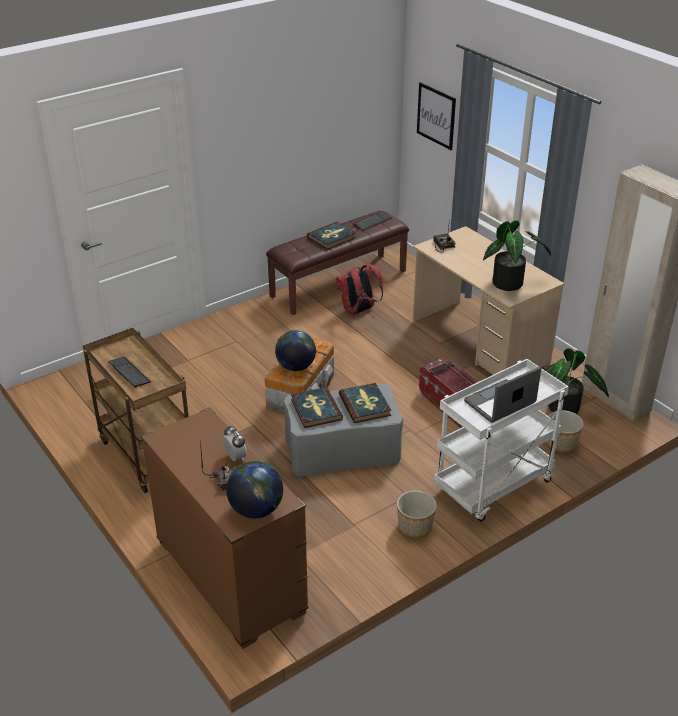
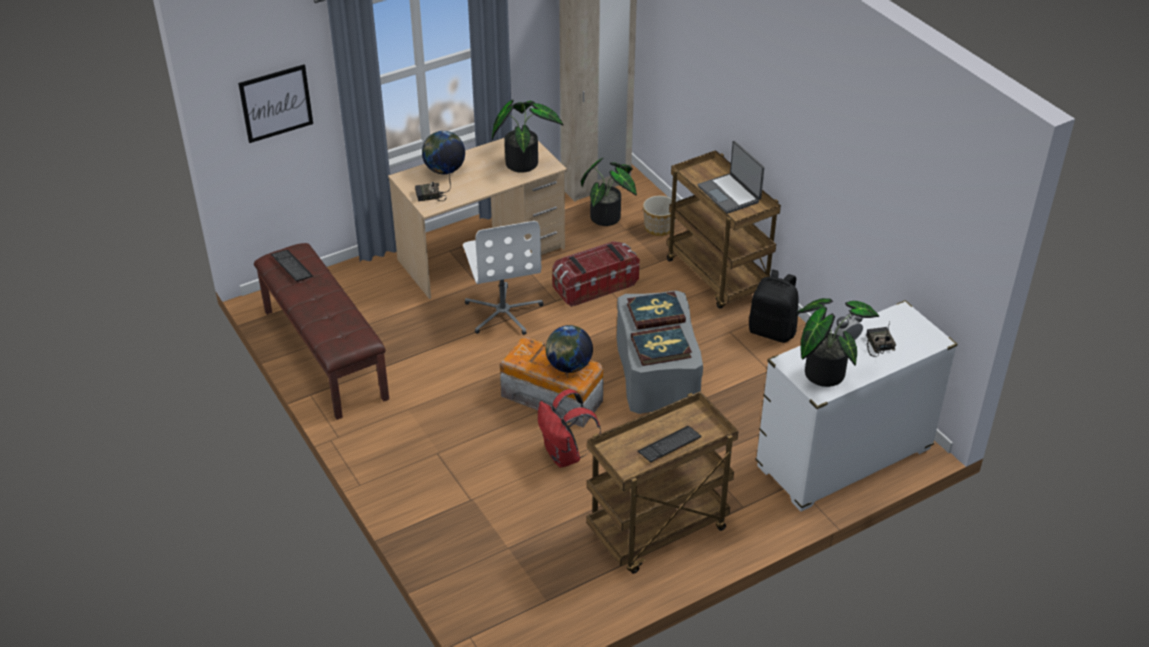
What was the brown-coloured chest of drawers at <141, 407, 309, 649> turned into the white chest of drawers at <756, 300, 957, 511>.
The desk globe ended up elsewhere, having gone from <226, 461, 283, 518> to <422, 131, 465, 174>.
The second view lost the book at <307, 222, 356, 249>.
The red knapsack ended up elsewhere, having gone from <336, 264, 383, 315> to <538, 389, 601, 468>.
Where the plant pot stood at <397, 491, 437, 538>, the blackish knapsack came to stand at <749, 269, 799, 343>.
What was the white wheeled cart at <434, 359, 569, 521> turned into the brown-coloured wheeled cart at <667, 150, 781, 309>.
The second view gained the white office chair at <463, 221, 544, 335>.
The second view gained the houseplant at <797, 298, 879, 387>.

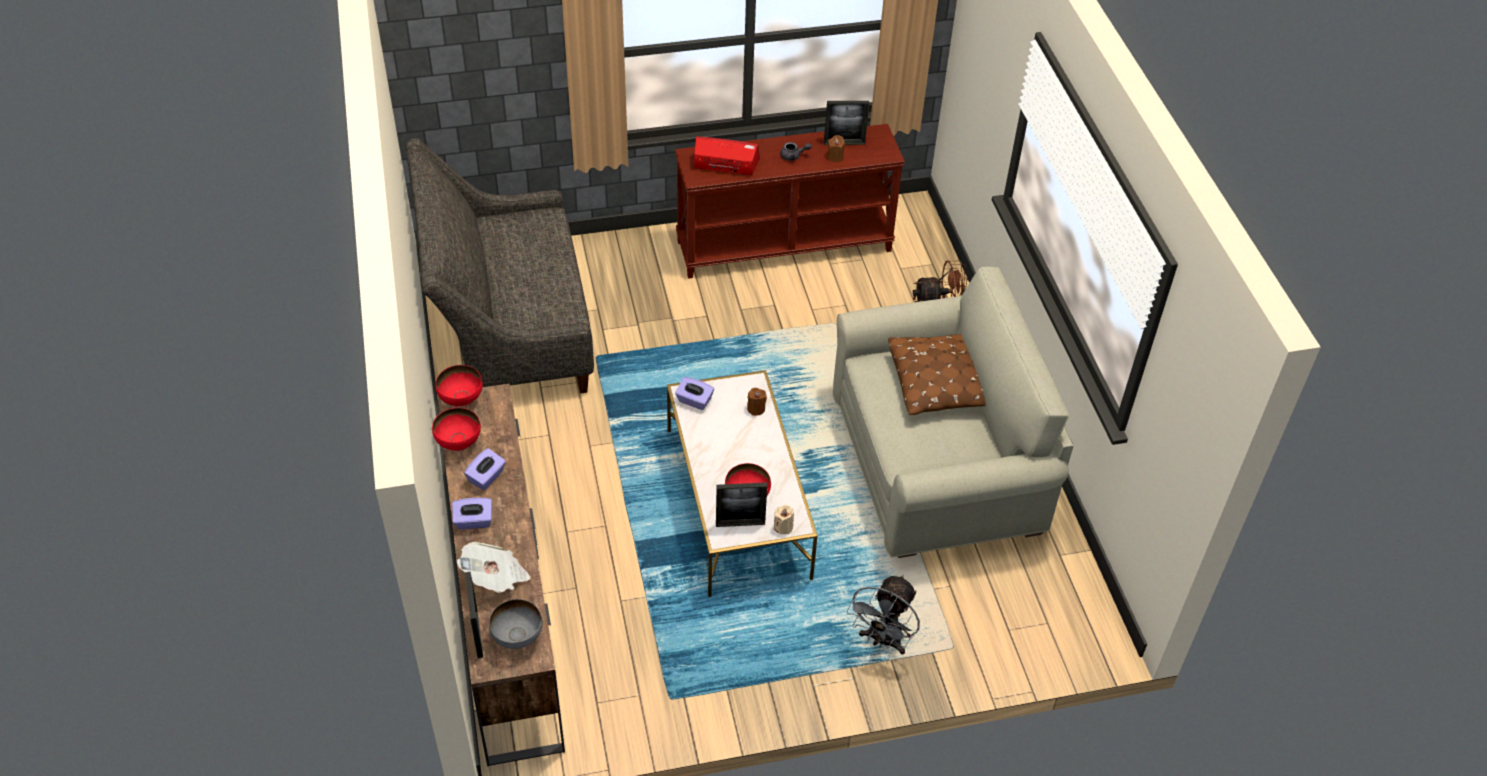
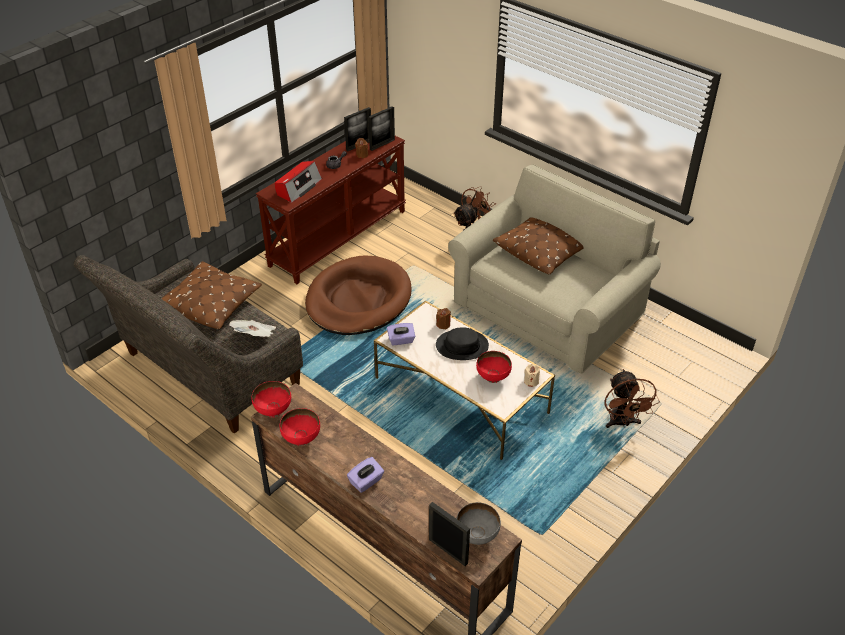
The daily paper ended up elsewhere, having gone from <457, 542, 531, 593> to <229, 320, 276, 337>.
The second view lost the purple-coloured tissue holder at <464, 448, 506, 490>.
The radio at <694, 136, 760, 175> ended up facing another way, 150 degrees clockwise from before.
The picture frame ended up elsewhere, having gone from <716, 483, 767, 527> to <368, 106, 395, 151>.
What was the gray electric fan at <847, 575, 920, 654> turned into the brown-coloured electric fan at <604, 369, 660, 428>.
The second view gained the brown-coloured throw pillow at <161, 261, 262, 329>.
The second view gained the brown-coloured pet bed at <305, 255, 412, 335>.
The second view gained the blackish wearable hat at <436, 327, 489, 360>.

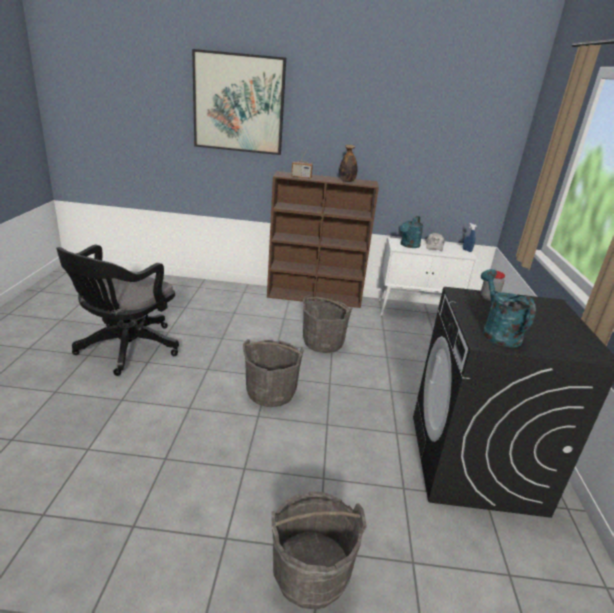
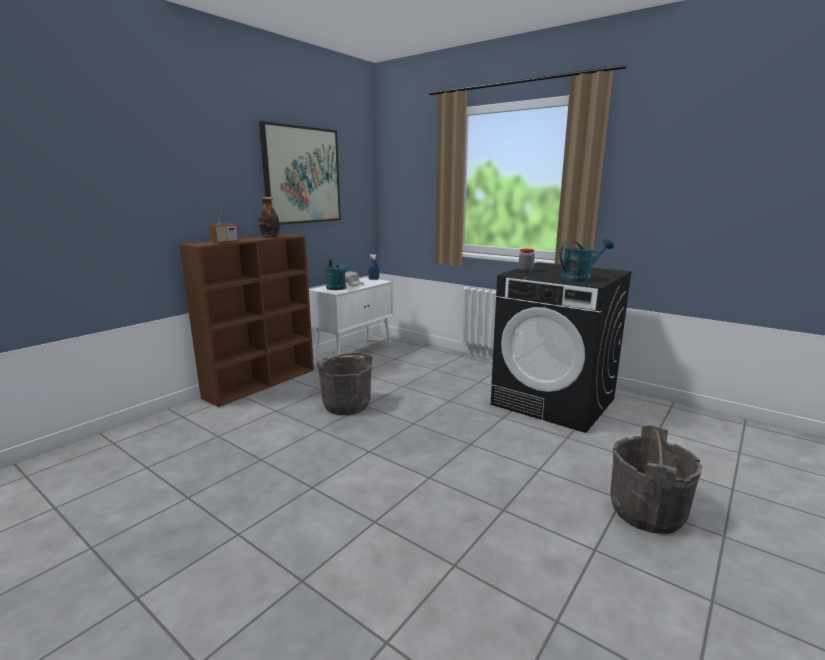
The second view lost the blackish office chair at <56, 245, 179, 376>.
The wall picture ended up elsewhere, having gone from <192, 49, 286, 155> to <259, 121, 341, 225>.
The second view lost the gray bucket at <243, 339, 304, 407>.
The blue-green sprinkling can at <481, 269, 536, 348> ended up facing another way, 135 degrees clockwise from before.

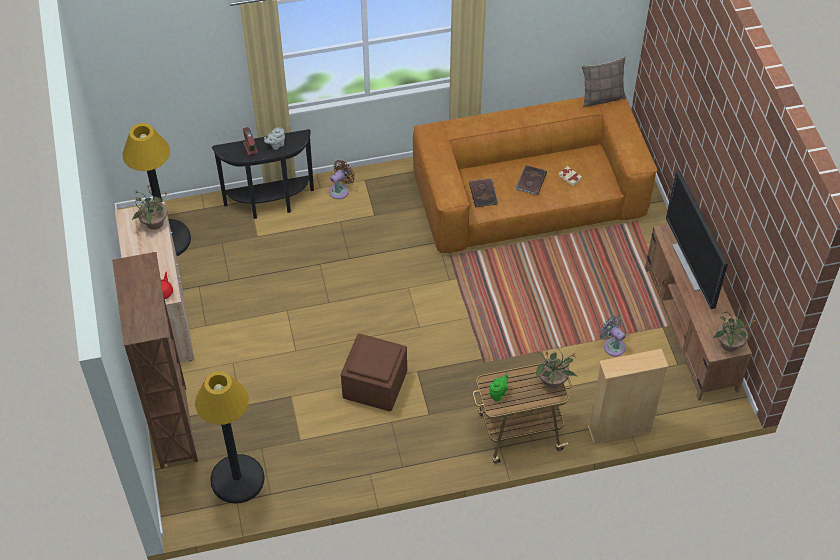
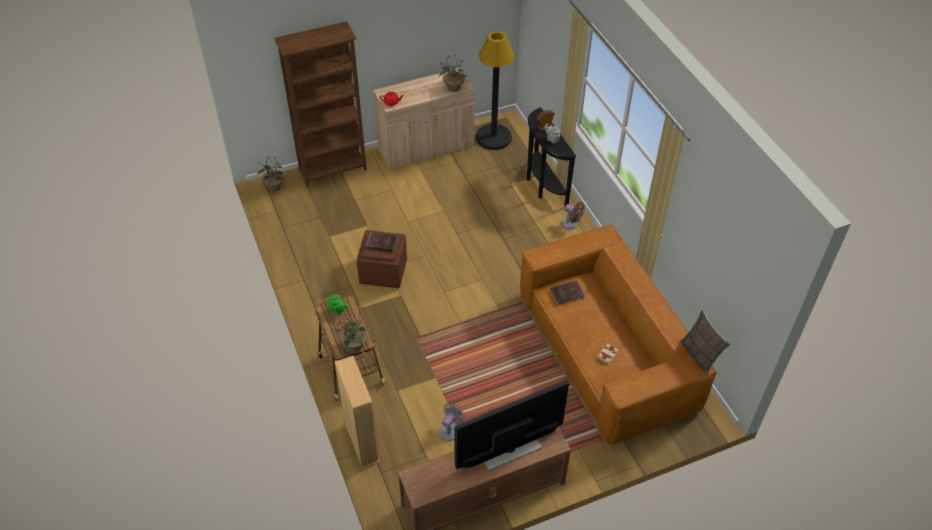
The second view lost the blackish floor lamp at <195, 371, 264, 504>.
The brown-coloured book ended up elsewhere, having gone from <515, 165, 547, 196> to <366, 232, 398, 252>.
The houseplant ended up elsewhere, having gone from <713, 308, 756, 352> to <257, 156, 285, 191>.

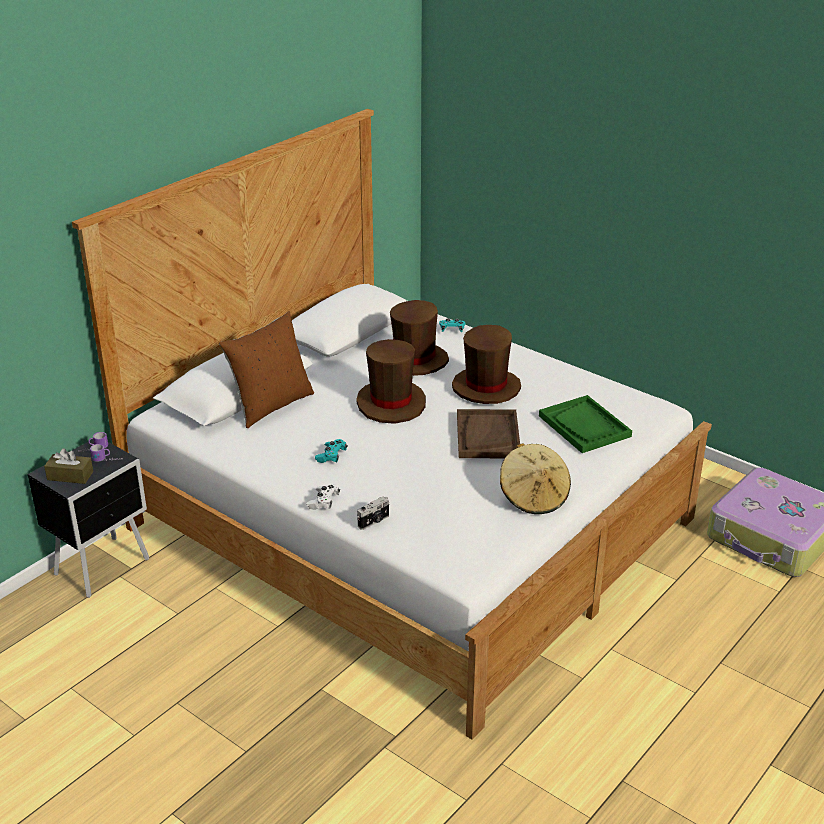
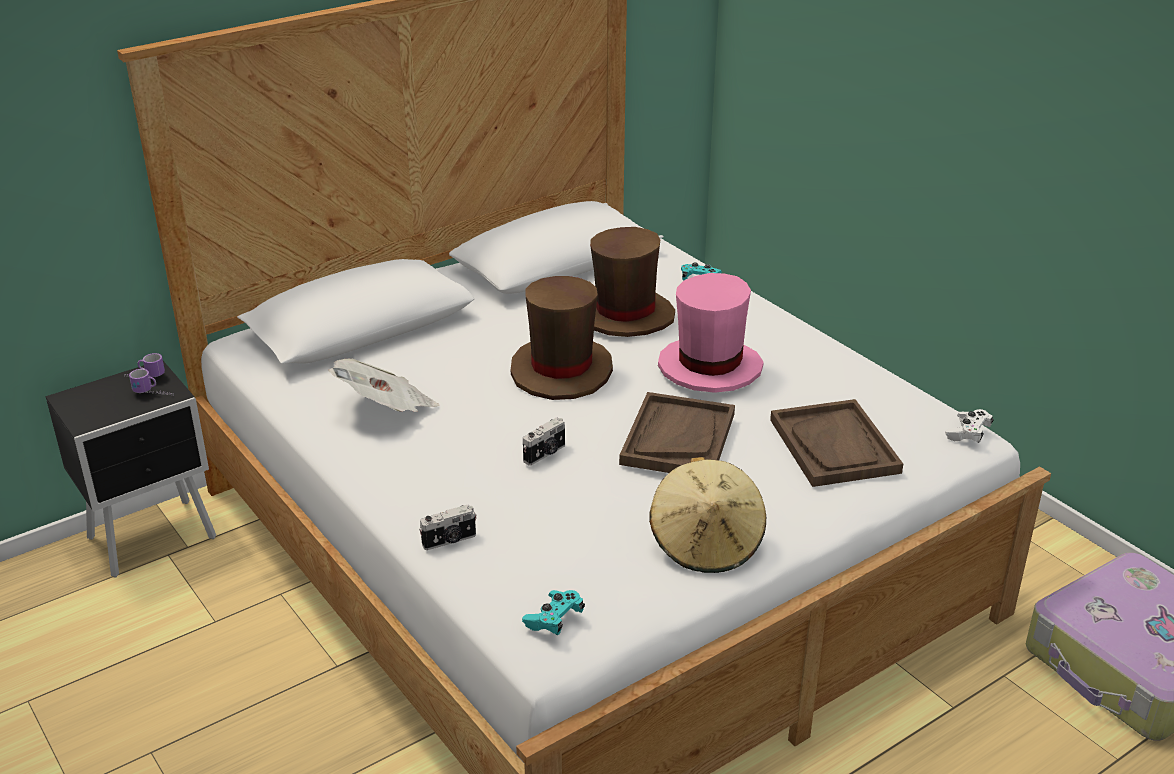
The second view lost the brown-coloured tissue holder at <44, 448, 93, 484>.
The second view lost the brown-coloured throw pillow at <219, 311, 314, 428>.
The white gamepad ended up elsewhere, having gone from <307, 483, 340, 510> to <945, 409, 994, 443>.
The blue-green gamepad ended up elsewhere, having gone from <315, 439, 347, 463> to <522, 590, 585, 635>.
What was the brown-coloured wearable hat at <452, 325, 521, 404> turned into the pinkish wearable hat at <658, 273, 764, 393>.
What was the green tray at <539, 395, 632, 453> turned into the brown-coloured tray at <770, 399, 903, 487>.
The second view gained the daily paper at <328, 358, 439, 412>.
The second view gained the still camera at <523, 417, 565, 466>.

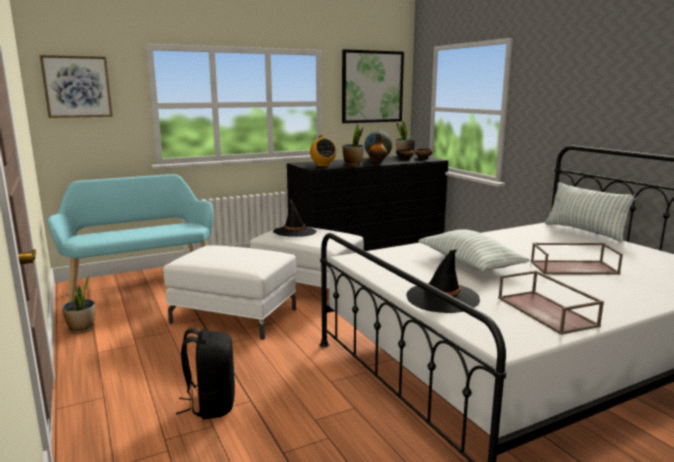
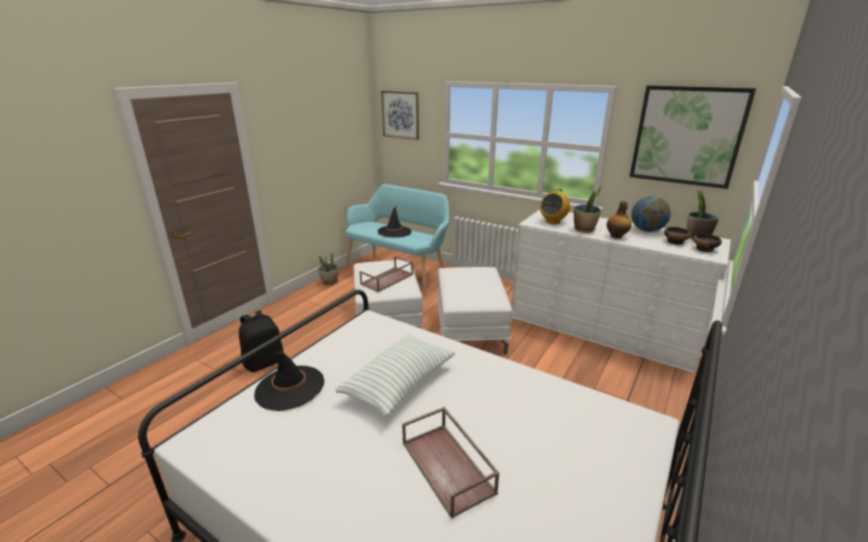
The blackish wearable hat ended up elsewhere, having gone from <273, 200, 317, 237> to <378, 206, 411, 238>.
What was the blackish chest of drawers at <287, 154, 448, 251> turned into the white chest of drawers at <512, 210, 731, 373>.
The brown-coloured tray ended up elsewhere, having gone from <498, 270, 604, 335> to <359, 256, 413, 292>.
The second view lost the throw pillow at <545, 182, 637, 242>.

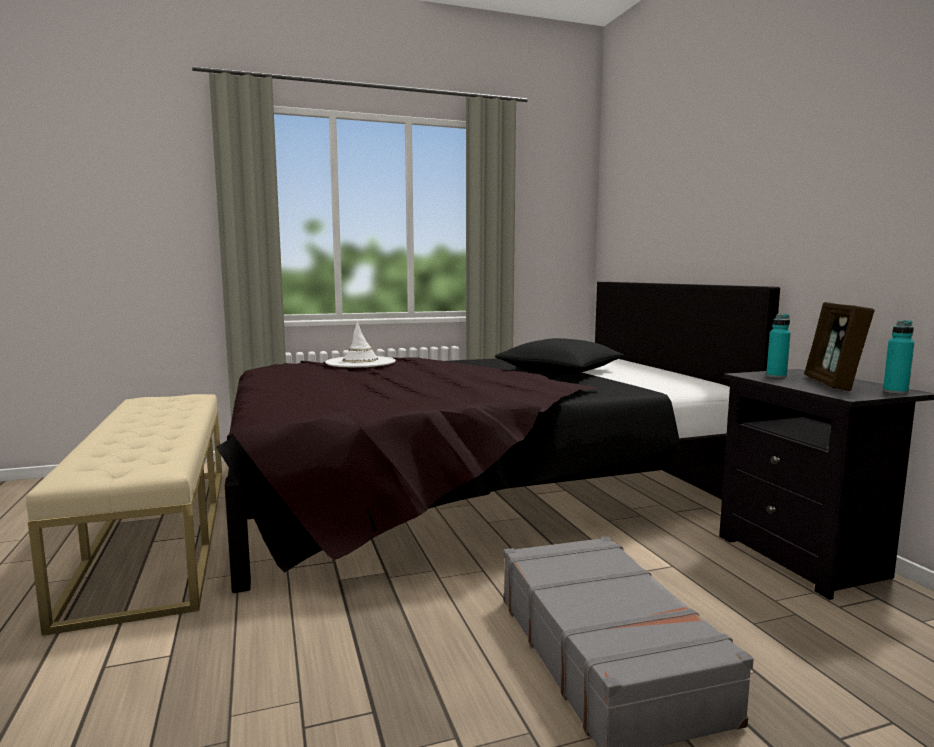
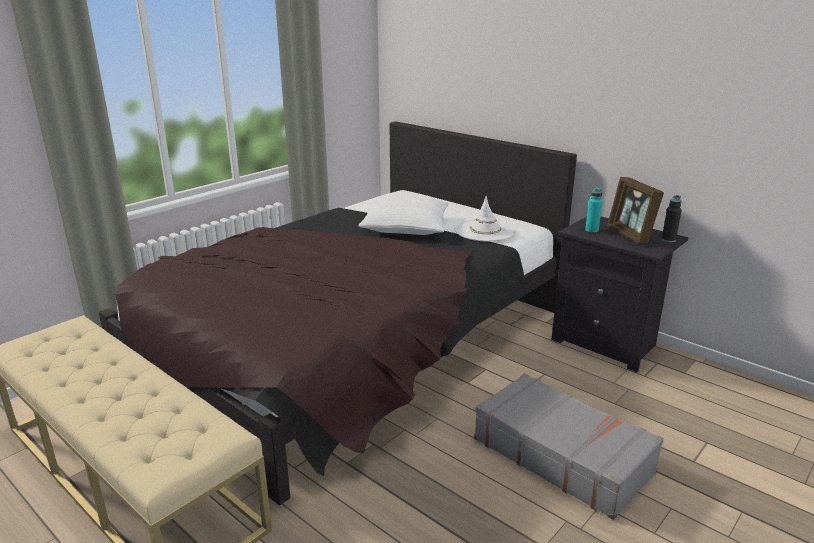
The white wearable hat ended up elsewhere, having gone from <325, 321, 396, 368> to <455, 196, 516, 242>.
What was the blackish throw pillow at <495, 338, 624, 375> turned into the white throw pillow at <358, 195, 449, 235>.
What was the blue-green beverage bottle at <883, 320, 914, 394> turned into the blackish beverage bottle at <662, 195, 682, 242>.

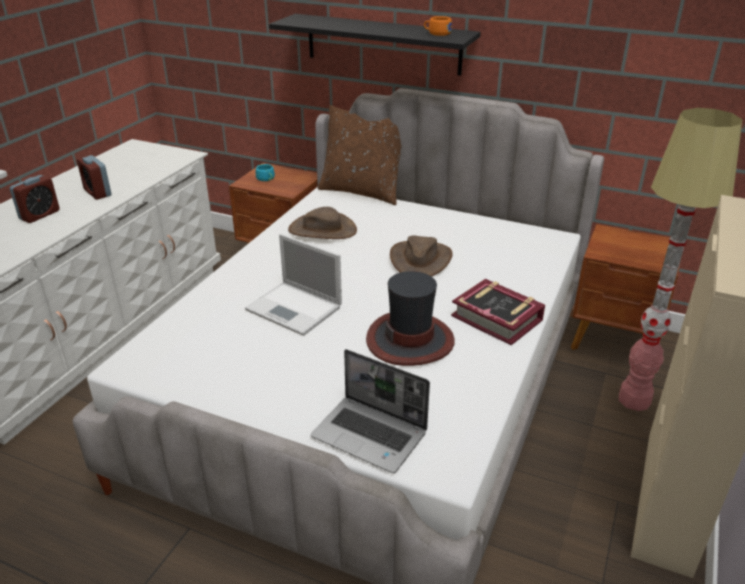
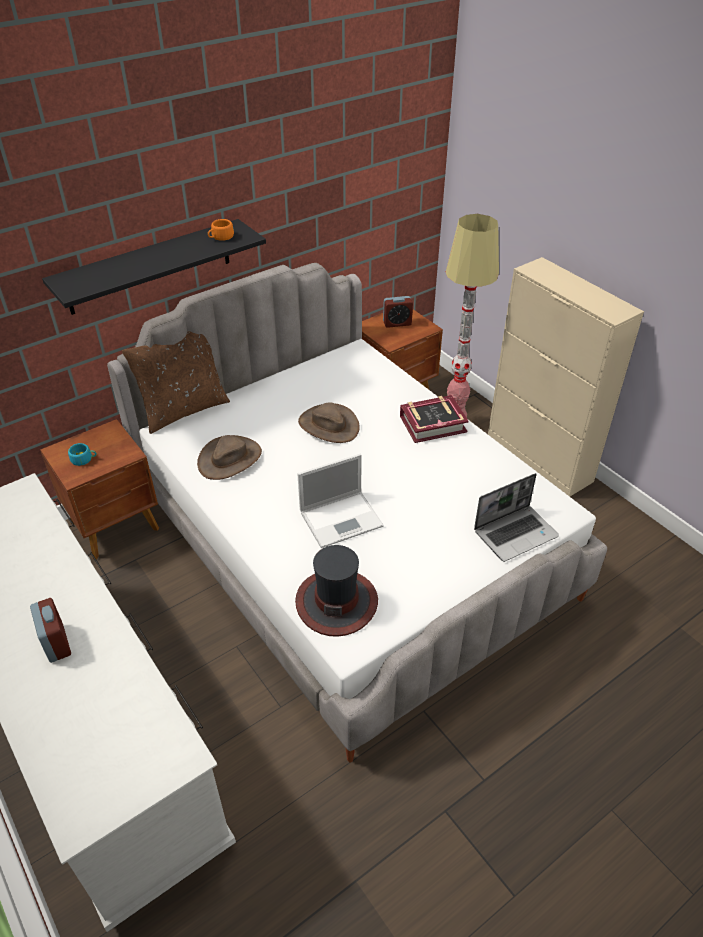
The alarm clock ended up elsewhere, having gone from <77, 155, 112, 200> to <383, 296, 413, 328>.
The wearable hat ended up elsewhere, having gone from <366, 271, 455, 366> to <295, 545, 378, 637>.

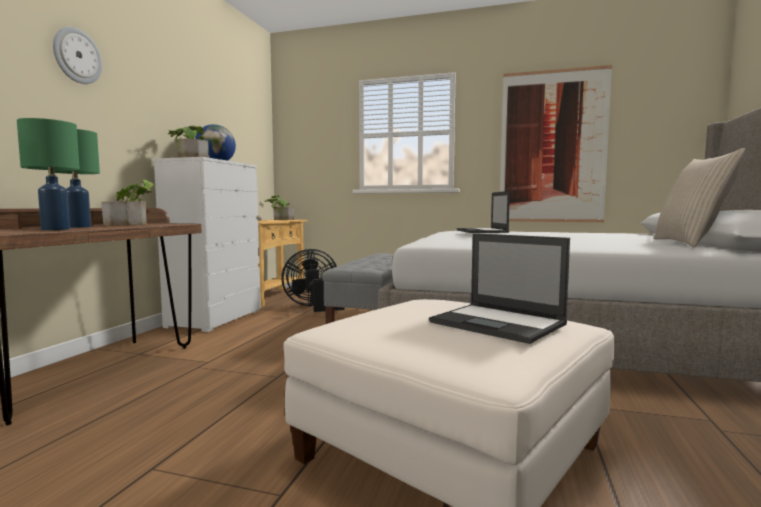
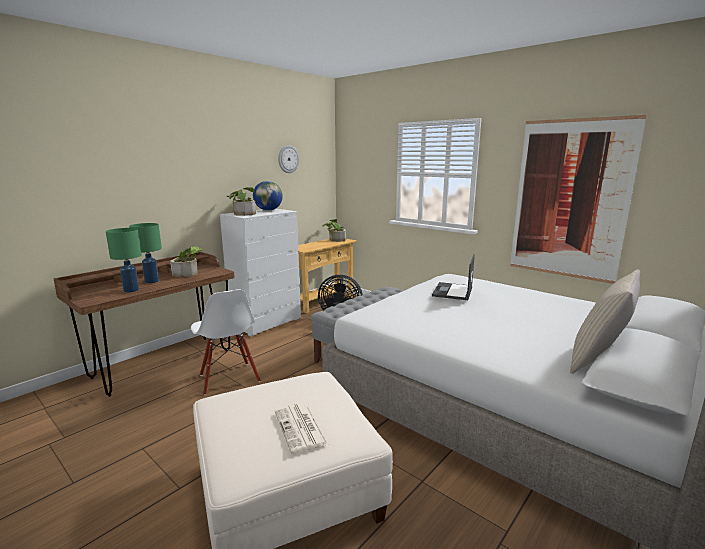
The hanging clock ended up elsewhere, having gone from <53, 27, 102, 84> to <278, 145, 299, 173>.
Where the notebook computer stood at <429, 233, 570, 344>, the daily paper came to stand at <275, 403, 328, 454>.
The second view gained the white chair at <191, 289, 261, 395>.

